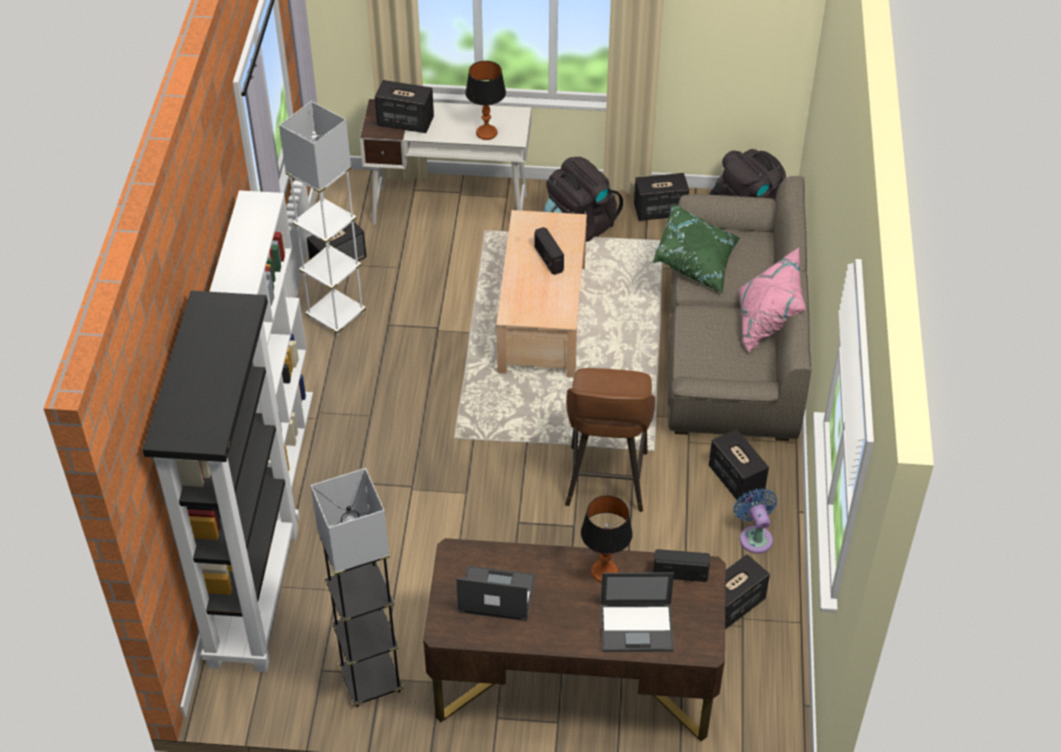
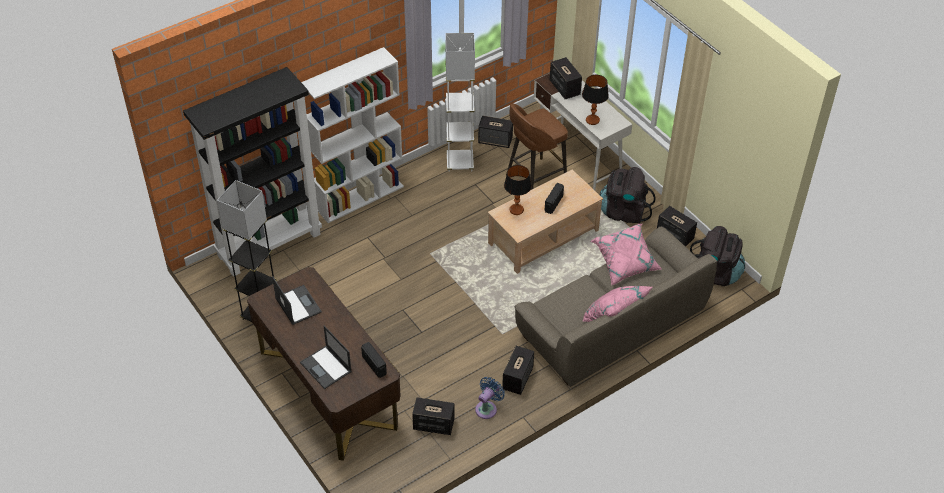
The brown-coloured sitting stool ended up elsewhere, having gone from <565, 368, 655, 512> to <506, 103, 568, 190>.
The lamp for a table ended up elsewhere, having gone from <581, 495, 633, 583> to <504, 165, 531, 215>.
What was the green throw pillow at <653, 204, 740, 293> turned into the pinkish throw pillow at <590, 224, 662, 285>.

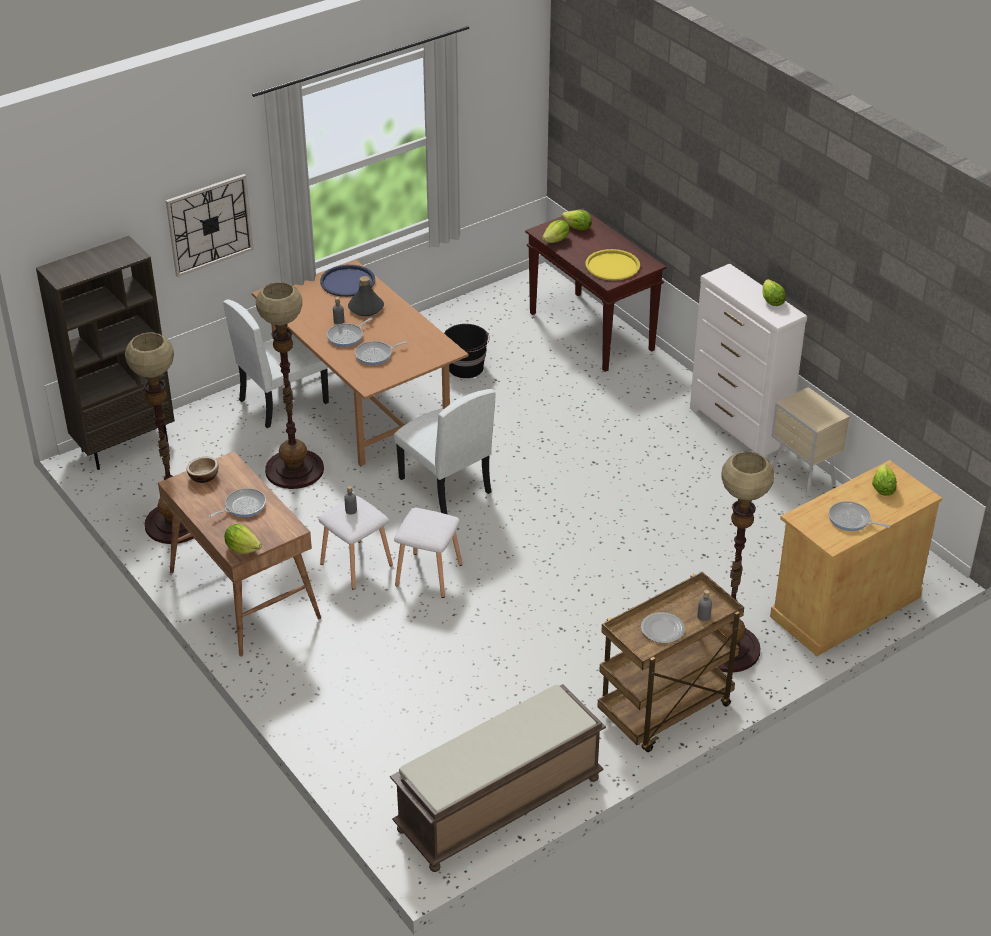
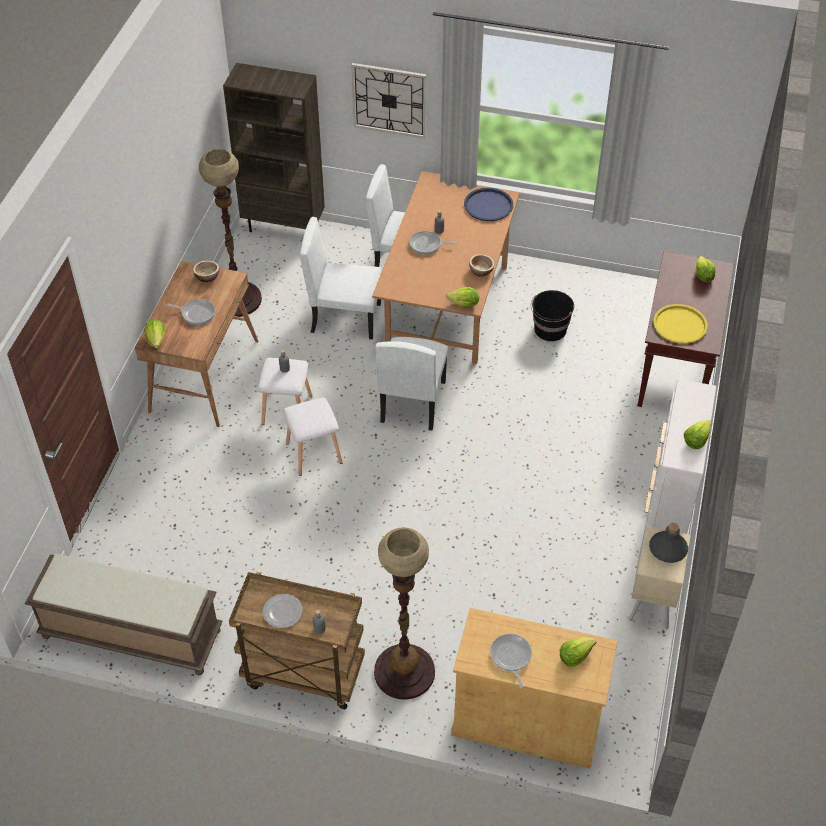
Where the floor lamp stood at <256, 282, 324, 489>, the white chair came to stand at <300, 217, 382, 339>.
The gray beverage bottle ended up elsewhere, having gone from <348, 276, 384, 316> to <649, 523, 688, 563>.
The second view lost the frying pan at <355, 341, 408, 365>.
The head of lettuce ended up elsewhere, having gone from <542, 220, 570, 243> to <446, 287, 479, 307>.
The second view gained the serving bowl at <469, 254, 495, 277>.

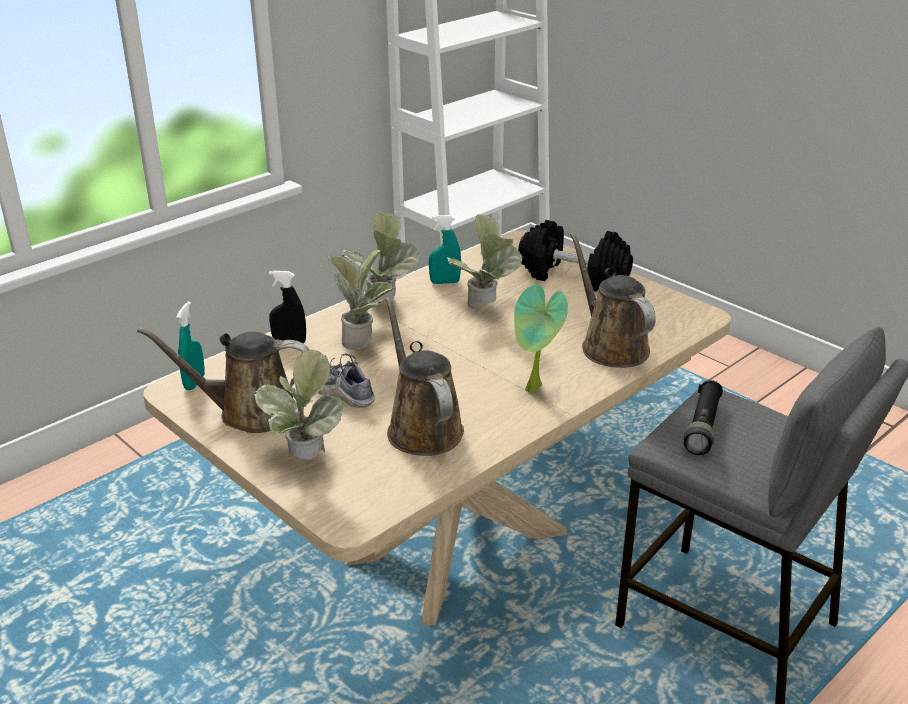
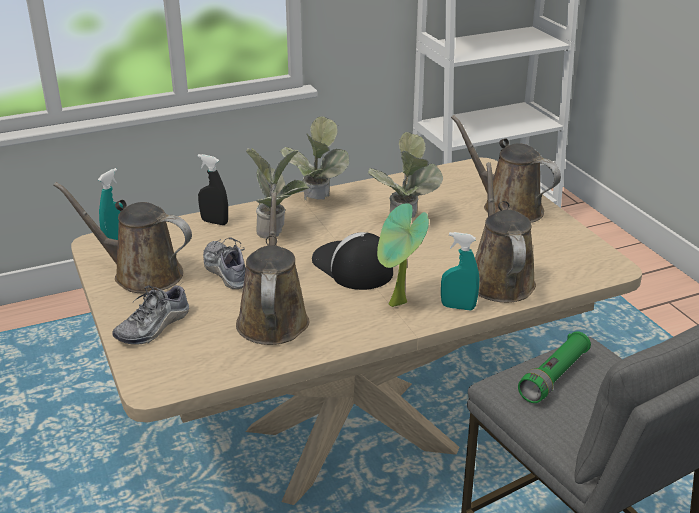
Where the houseplant stood at <254, 350, 343, 460>, the item of footwear came to stand at <112, 283, 189, 345>.
The blue-green spray bottle ended up elsewhere, having gone from <429, 215, 461, 284> to <441, 232, 479, 310>.
Where the blackish free weight stood at <518, 220, 633, 292>, the brown-coloured sprinkling can came to stand at <451, 115, 561, 223>.
What was the blackish flashlight at <684, 380, 723, 455> turned into the green flashlight at <518, 331, 591, 403>.
The second view gained the cap at <312, 232, 393, 290>.

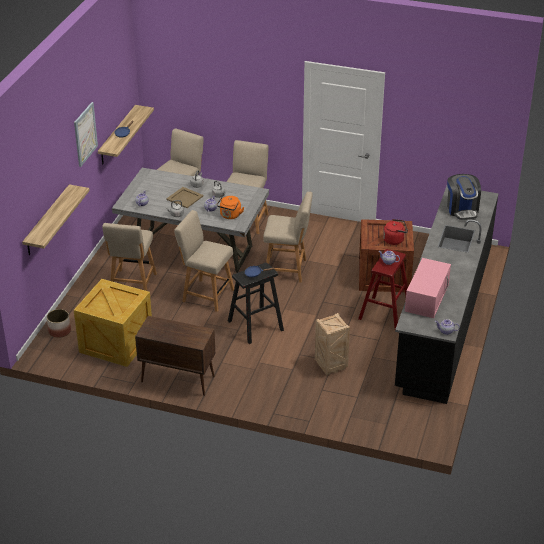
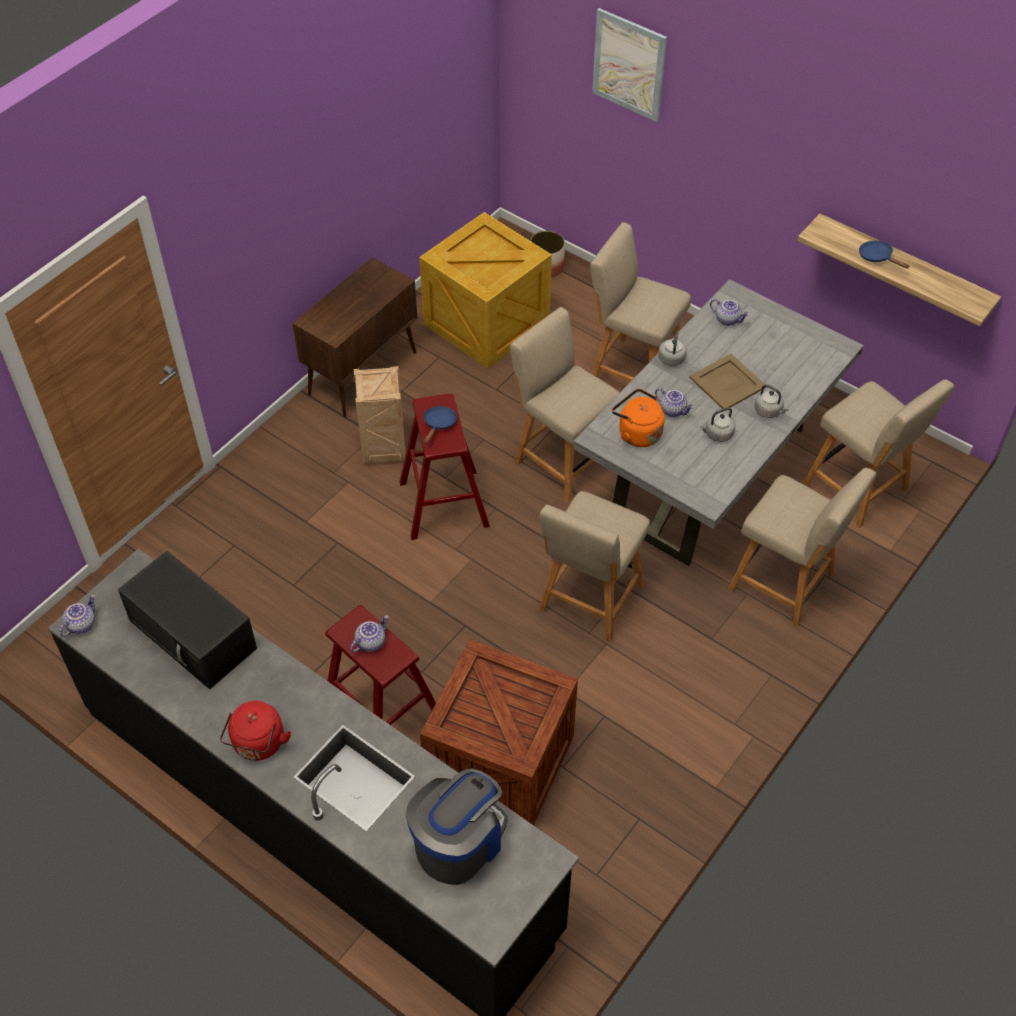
The second view lost the shelf at <22, 184, 90, 255>.
The wall picture ended up elsewhere, having gone from <74, 102, 98, 167> to <592, 8, 667, 122>.
The sand-coloured chair at <174, 210, 234, 312> ended up facing another way, 90 degrees counterclockwise from before.
What was the blackish sitting stool at <228, 263, 284, 344> turned into the red sitting stool at <400, 394, 490, 540>.
The shipping crate ended up elsewhere, having gone from <315, 313, 350, 375> to <354, 366, 406, 464>.
The red water kettle ended up elsewhere, having gone from <383, 219, 408, 245> to <220, 701, 291, 761>.
What was the pinkish kitchen microwave at <405, 258, 451, 318> turned into the blackish kitchen microwave at <118, 551, 257, 689>.
The coffee brewer at <447, 174, 481, 220> ended up facing another way, 120 degrees clockwise from before.

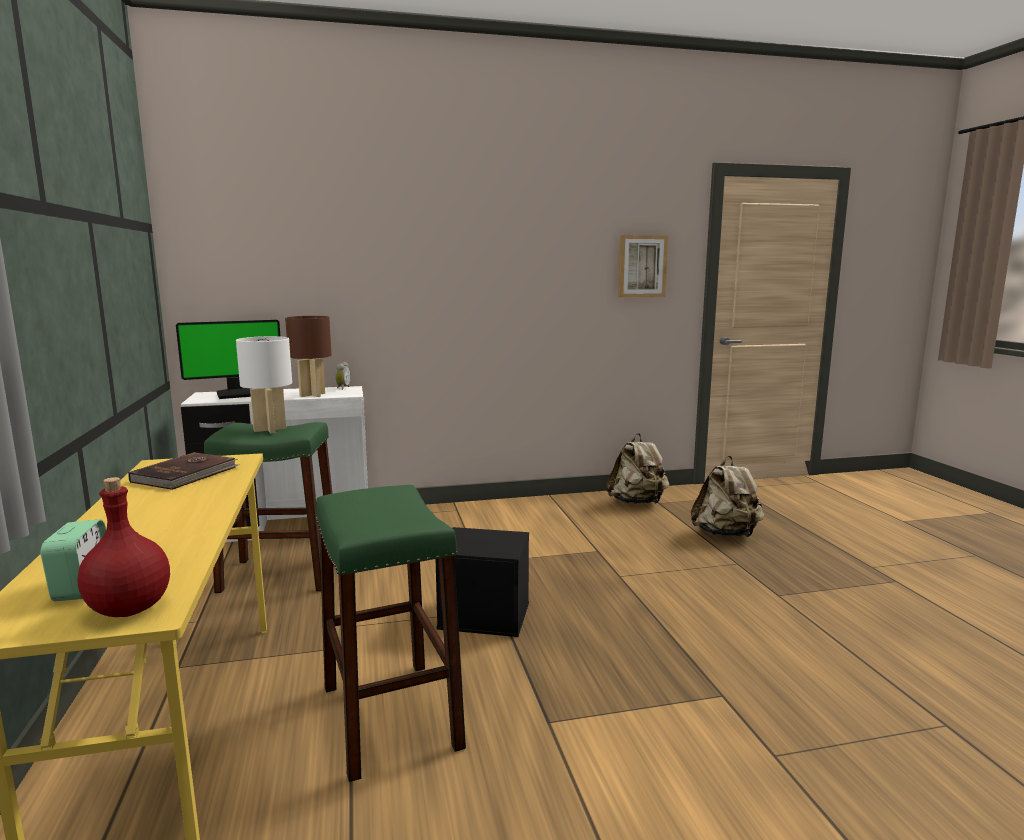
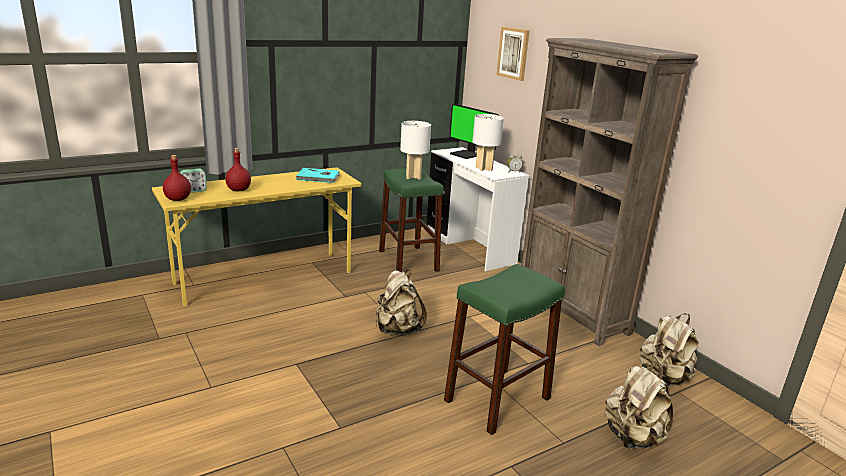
What was the brown-coloured book at <129, 452, 240, 490> turned into the blue-green book at <296, 168, 340, 183>.
What was the brown-coloured lamp for a table at <285, 316, 332, 397> turned into the white lamp for a table at <472, 114, 504, 171>.
The green sitting stool ended up elsewhere, having gone from <316, 485, 466, 782> to <444, 264, 565, 435>.
Where the blackish storage container stood at <436, 527, 529, 637>, the sand-coloured knapsack came to stand at <375, 270, 427, 334>.
The wall picture ended up elsewhere, having gone from <618, 235, 668, 297> to <496, 27, 530, 81>.
The second view gained the red beverage bottle at <225, 148, 251, 191>.
The second view gained the brown-coloured bookcase at <521, 38, 698, 346>.

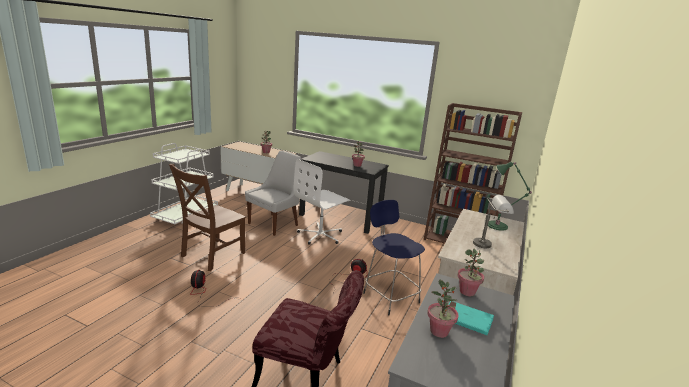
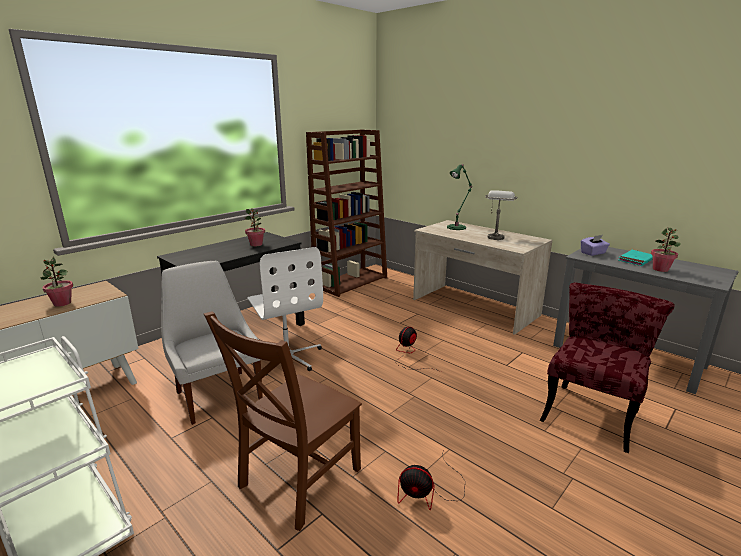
The brown-coloured chair at <169, 164, 246, 271> ended up facing another way, 75 degrees clockwise from before.
The second view lost the blue sitting stool at <363, 200, 425, 315>.
Where the houseplant stood at <458, 249, 484, 296>, the purple-coloured tissue holder came to stand at <581, 235, 610, 256>.

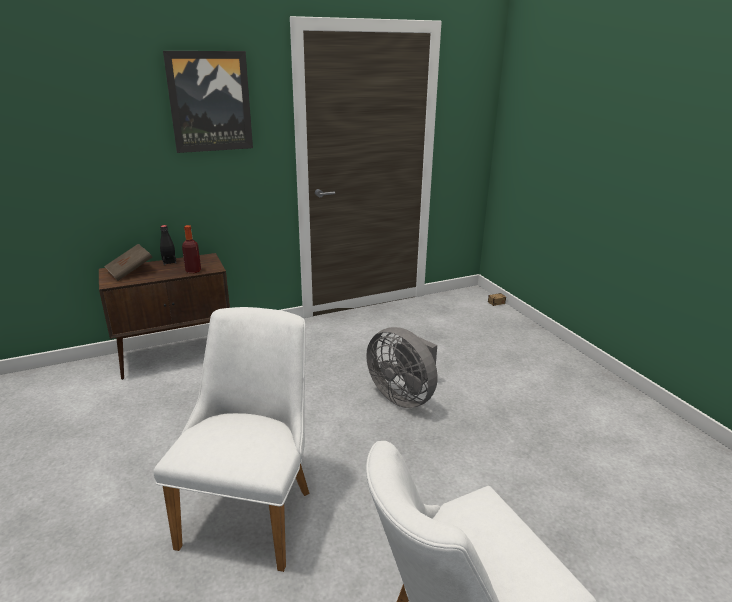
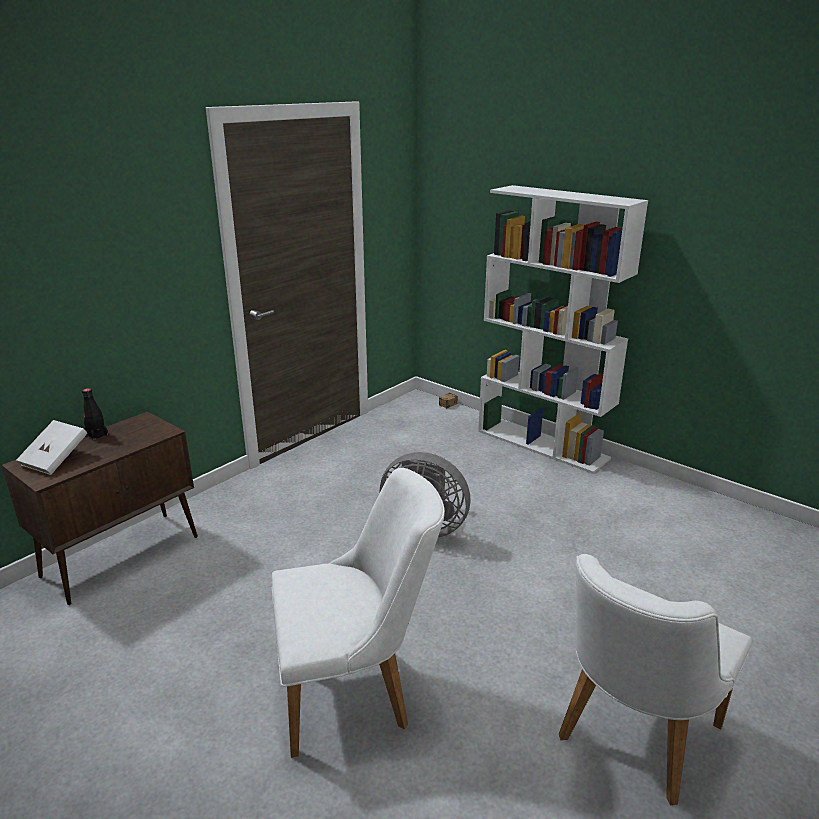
What was the brown-coloured book at <104, 244, 152, 281> turned into the white book at <16, 420, 87, 475>.
The white chair at <153, 307, 309, 572> ended up facing another way, 90 degrees clockwise from before.
The second view lost the wall picture at <163, 51, 253, 153>.
The second view lost the beverage bottle at <182, 225, 201, 273>.
The second view gained the white bookcase at <478, 185, 648, 474>.

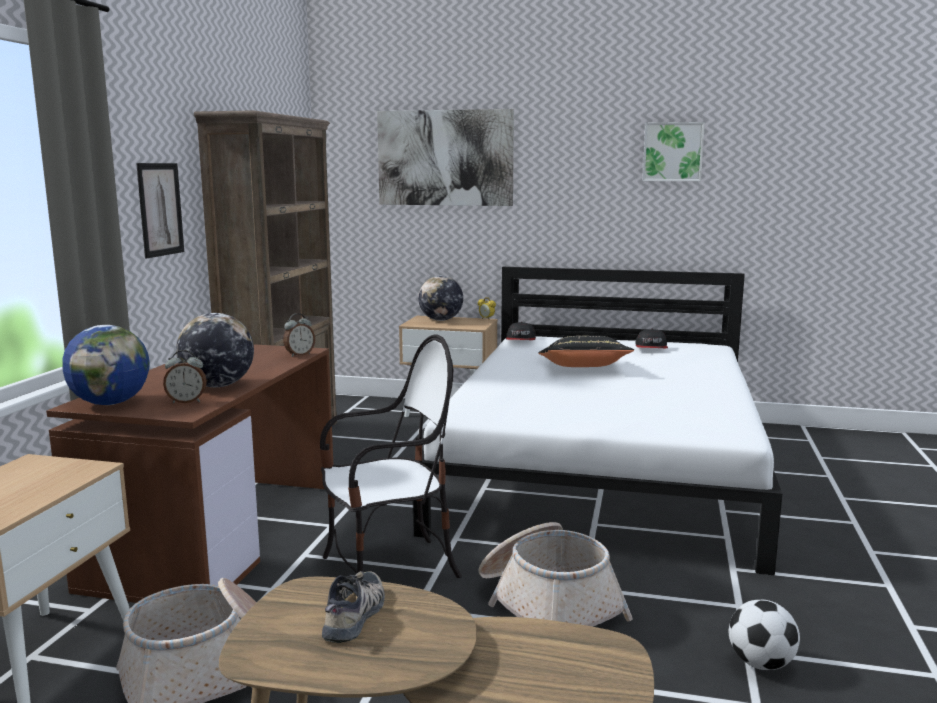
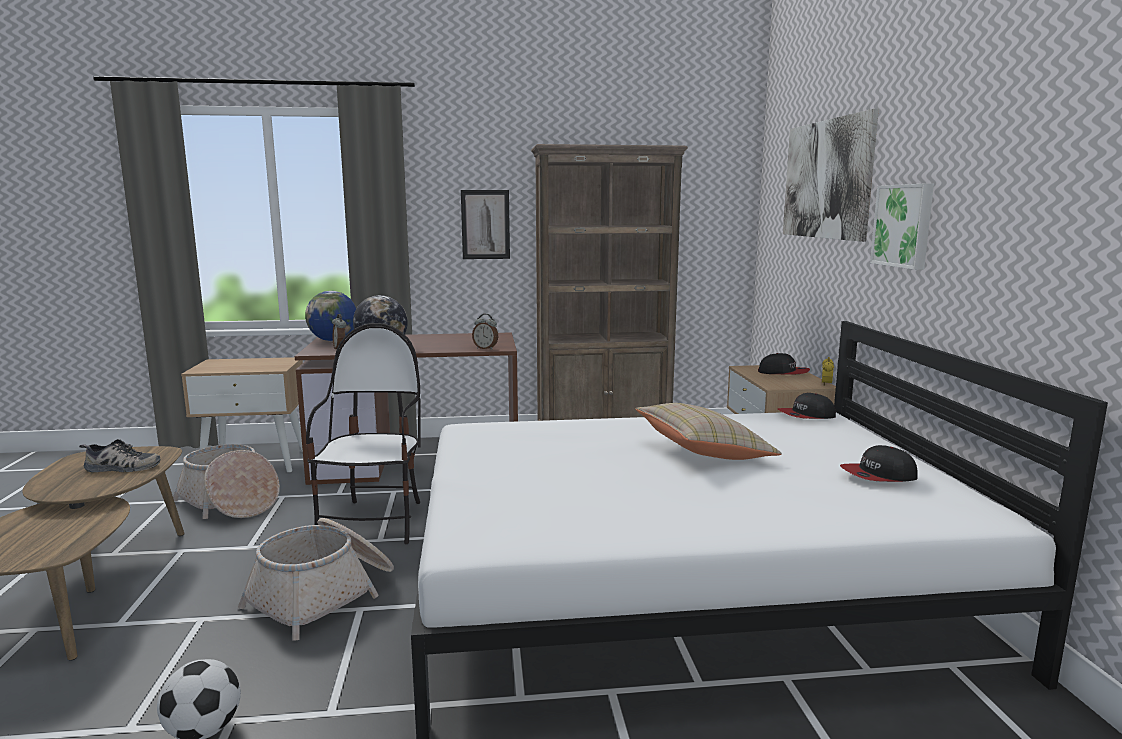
The chair at <320, 334, 462, 578> ended up facing another way, 135 degrees counterclockwise from before.
Where the desk globe stood at <418, 275, 463, 321>, the cap came to stand at <758, 353, 810, 375>.
What was the blackish throw pillow at <539, 336, 634, 367> turned into the sand-coloured throw pillow at <636, 403, 782, 460>.
The wall picture ended up elsewhere, having gone from <643, 122, 705, 181> to <870, 183, 934, 270>.

